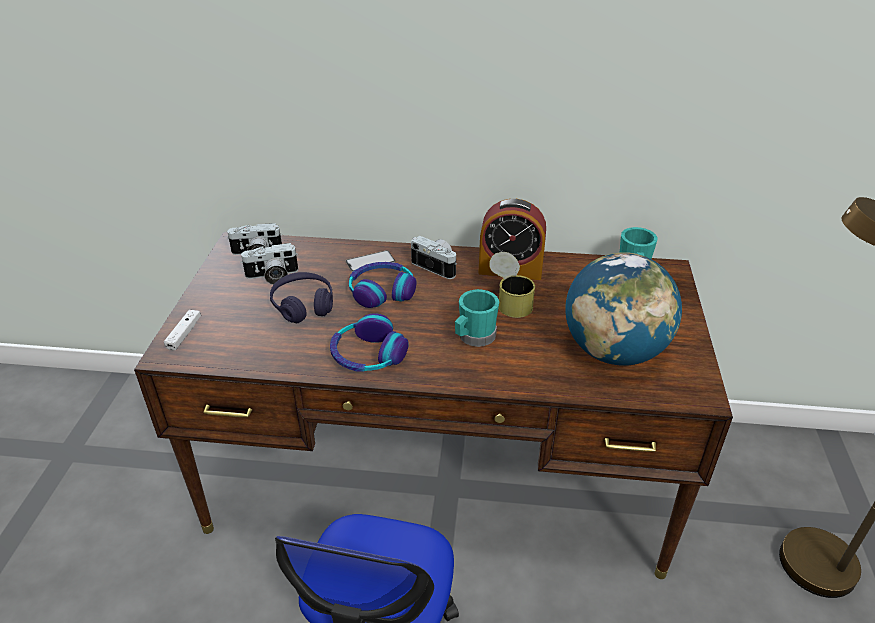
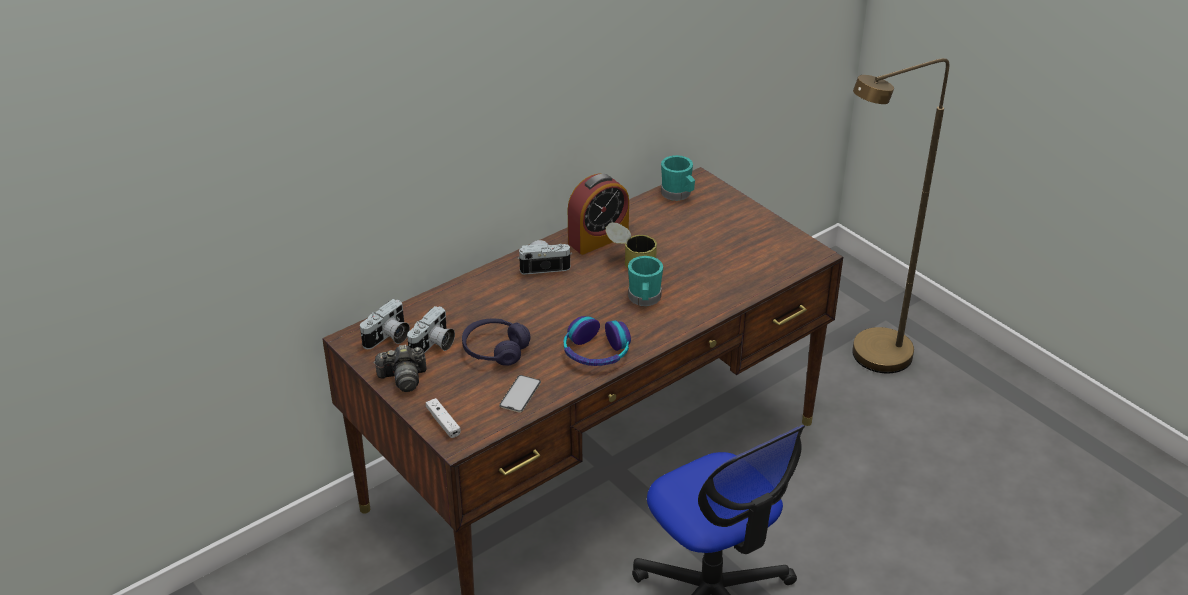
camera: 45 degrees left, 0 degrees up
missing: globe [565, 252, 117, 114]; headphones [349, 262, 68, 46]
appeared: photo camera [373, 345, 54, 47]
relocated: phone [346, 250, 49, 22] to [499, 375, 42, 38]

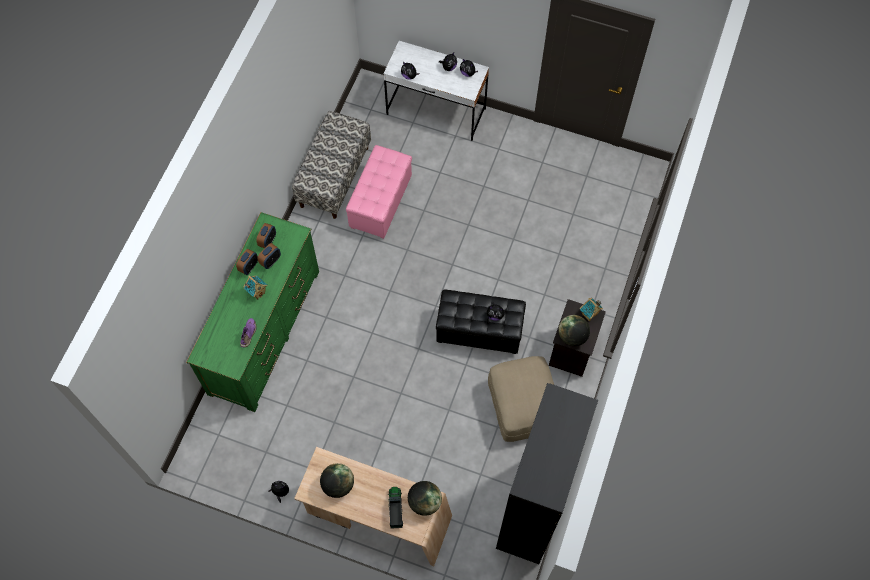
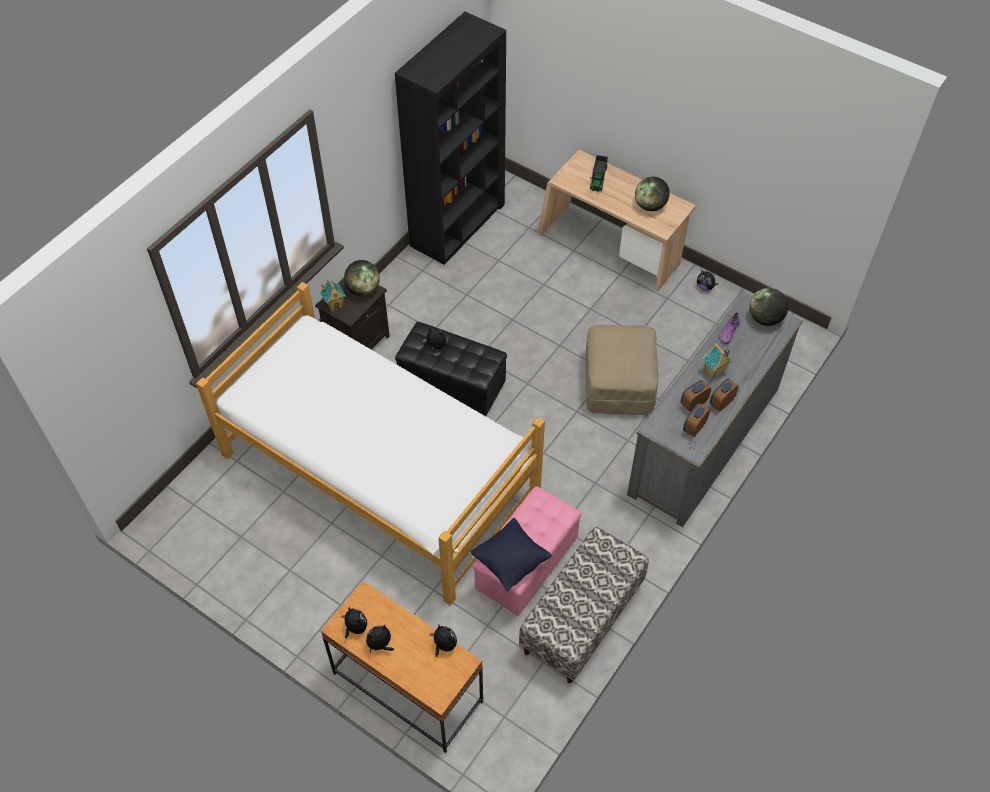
camera: 165 degrees left, 10 degrees down
appeared: bed [196, 282, 349, 324]; black pillow [470, 518, 82, 73]
relocated: beige ottoman [488, 356, 66, 86] to [585, 325, 73, 90]; globe [408, 481, 34, 35] to [750, 288, 38, 38]
colour: white desk [383, 41, 106, 100] to brown desk [321, 581, 162, 172]; green dresser [186, 212, 133, 200] to grey dresser [627, 291, 176, 236]

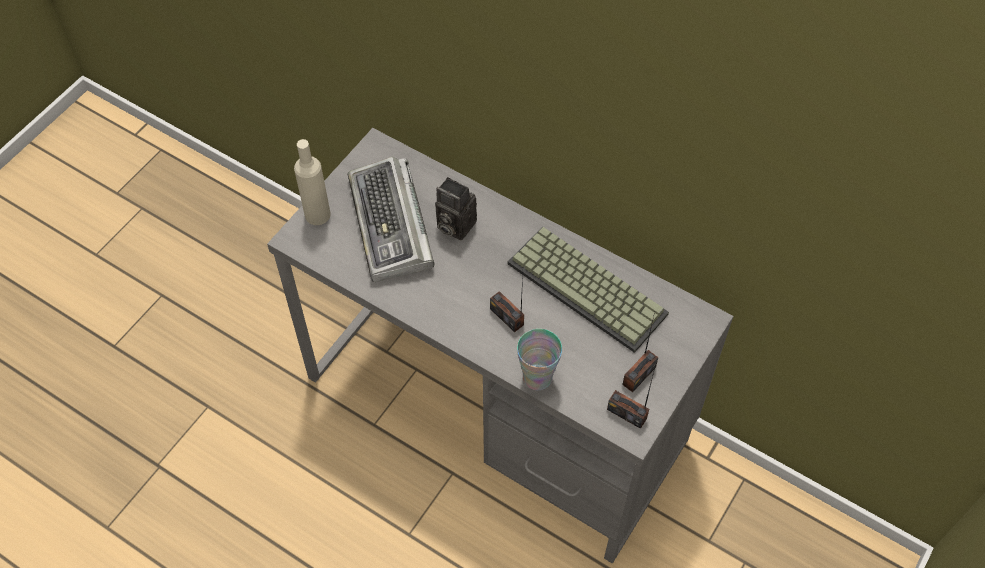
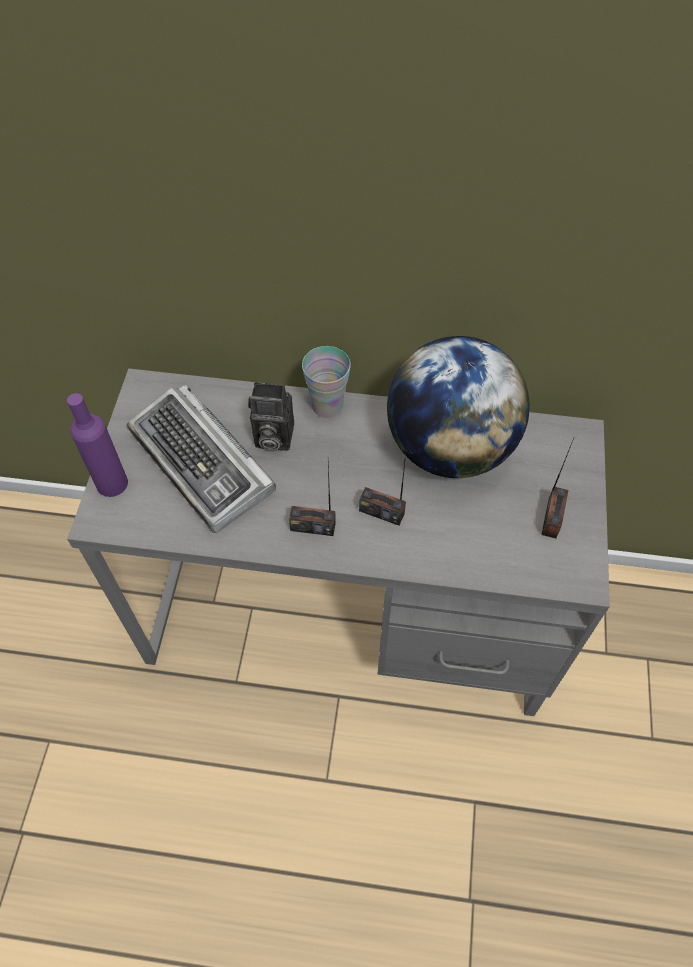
camera: 25 degrees left, 0 degrees up
relocated: cup [517, 329, 45, 61] to [302, 346, 49, 72]; radio [607, 368, 48, 61] to [289, 463, 47, 73]
exchanged: keyboard [507, 227, 162, 126] to globe [387, 336, 143, 142]
colour: beige bottle [294, 139, 37, 86] to purple bottle [67, 393, 61, 104]

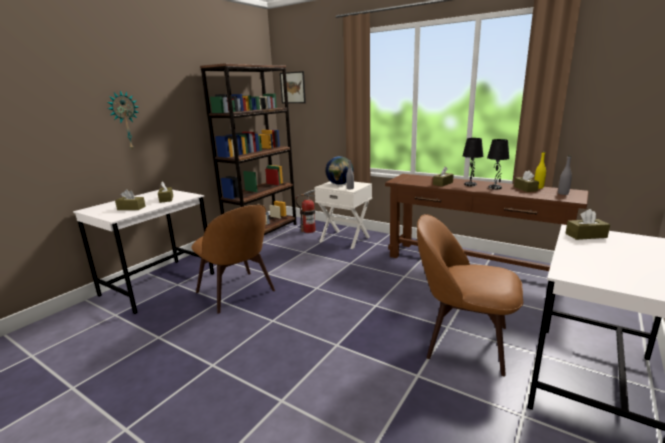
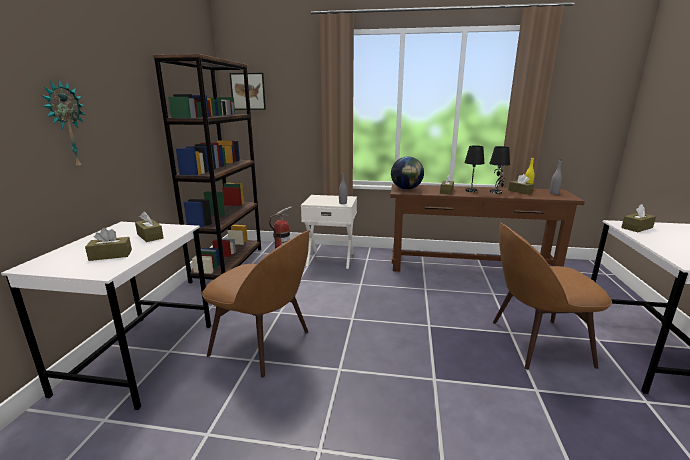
camera: 25 degrees left, 0 degrees up
relocated: globe [325, 156, 29, 29] to [391, 156, 33, 34]

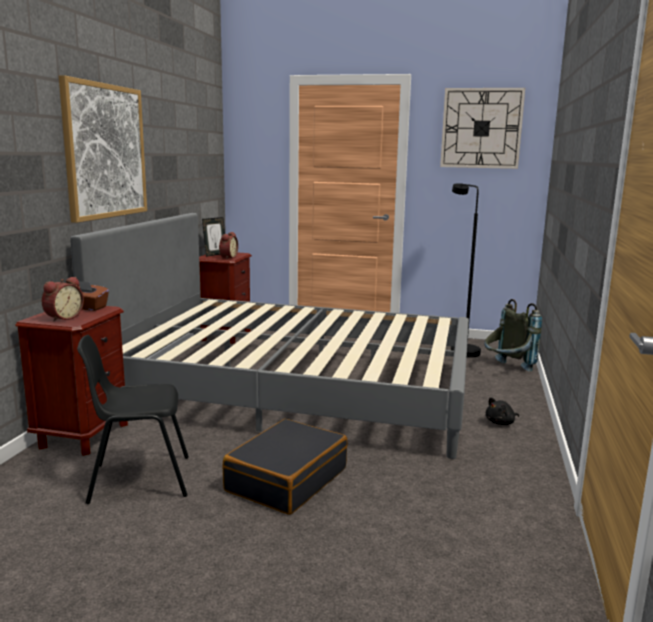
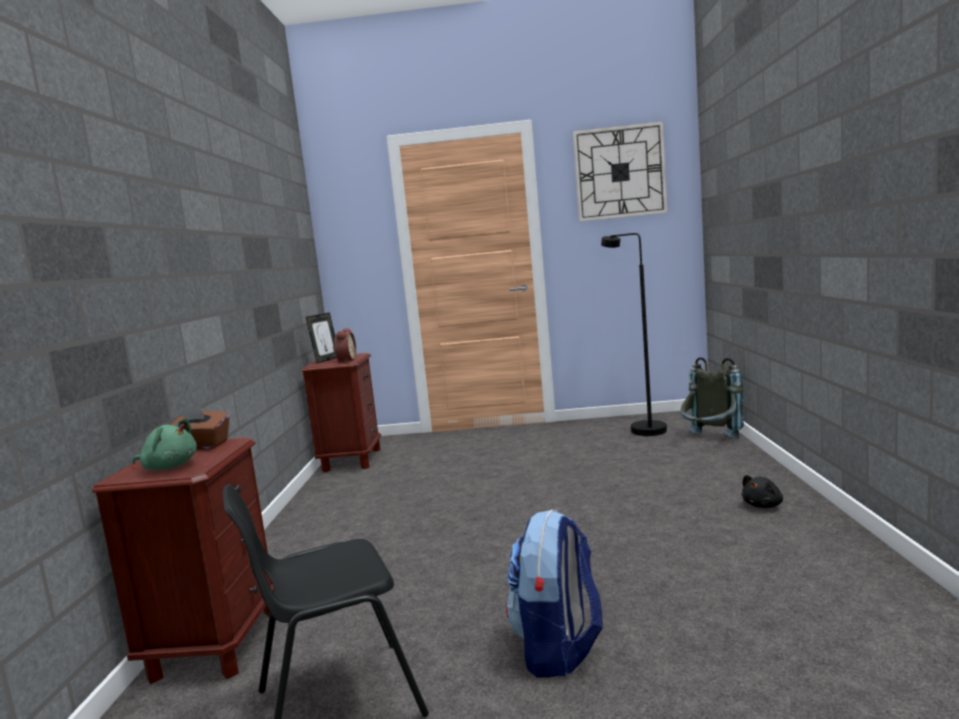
camera: 10 degrees left, 5 degrees down
missing: picture [59, 75, 88, 148]; grey bed [70, 213, 399, 246]
exchanged: alarm clock [42, 277, 42, 45] to green plush toy [133, 418, 64, 52]; black suitcase [223, 419, 124, 96] to backpack [506, 509, 97, 168]

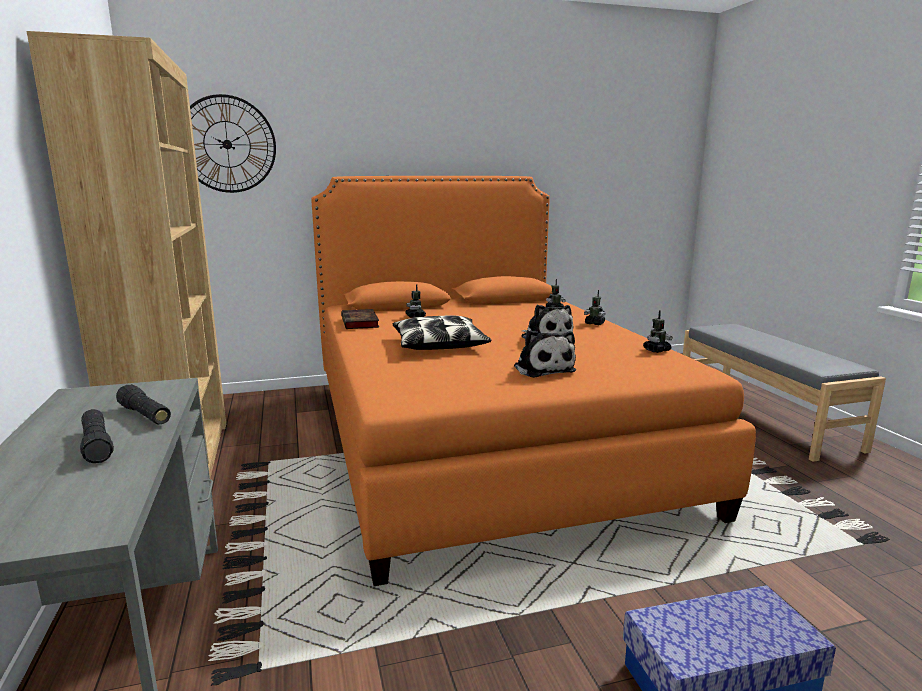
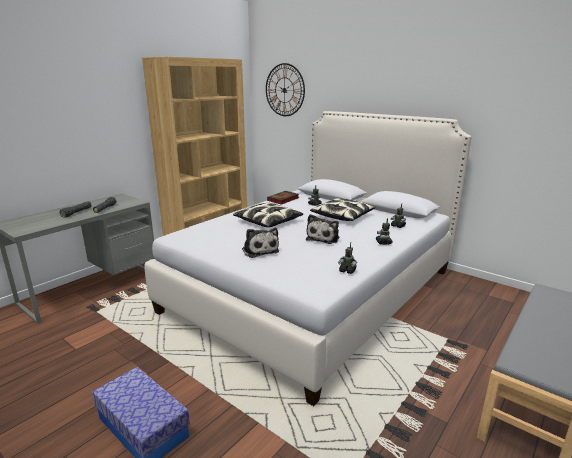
camera: 55 degrees right, 5 degrees up
appeared: pillow [310, 198, 66, 23]
colour: orange bed [311, 176, 445, 410] to white bed [144, 111, 327, 295]
spun: plush toy [514, 330, 62, 48] = [242, 228, 37, 30] 60 degrees counterclockwise

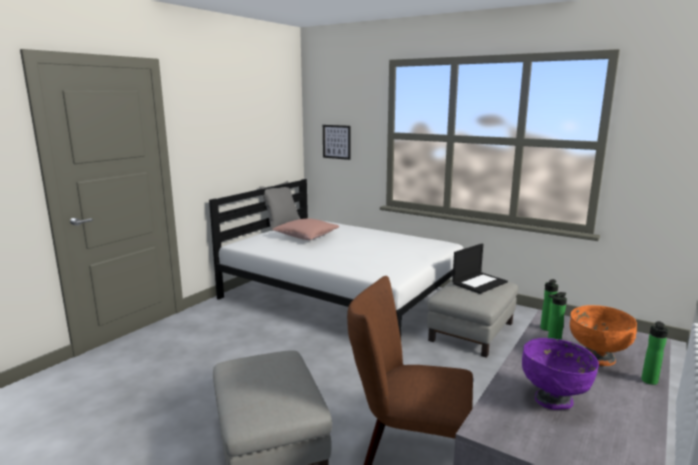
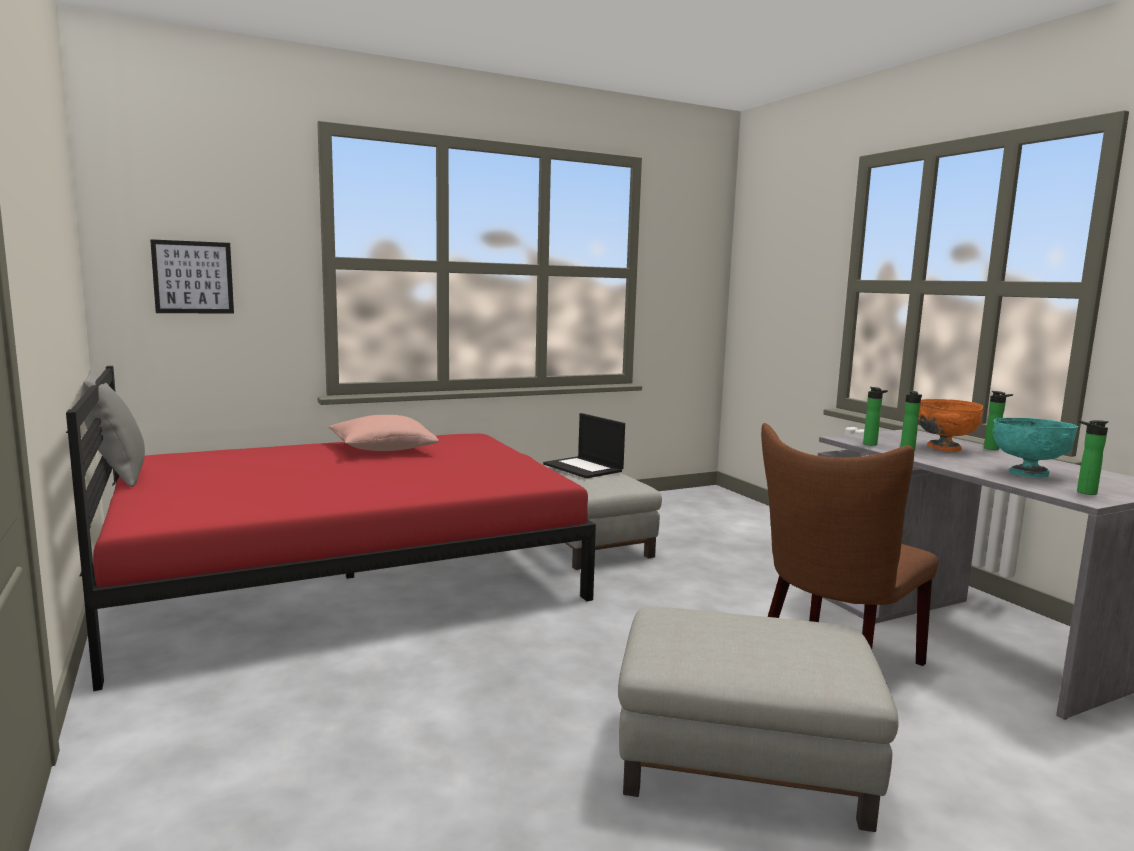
camera: 60 degrees left, 5 degrees down
appeared: bottle [1077, 420, 32, 75]
relocated: pink pillow [272, 218, 67, 22] to [329, 415, 110, 36]
colour: white bed [209, 179, 255, 159] to red bed [66, 366, 530, 325]; purple bowl [522, 338, 77, 72] to turquoise bowl [992, 417, 86, 61]
spun: laptop [452, 243, 56, 51] = [543, 413, 82, 66] 150 degrees clockwise

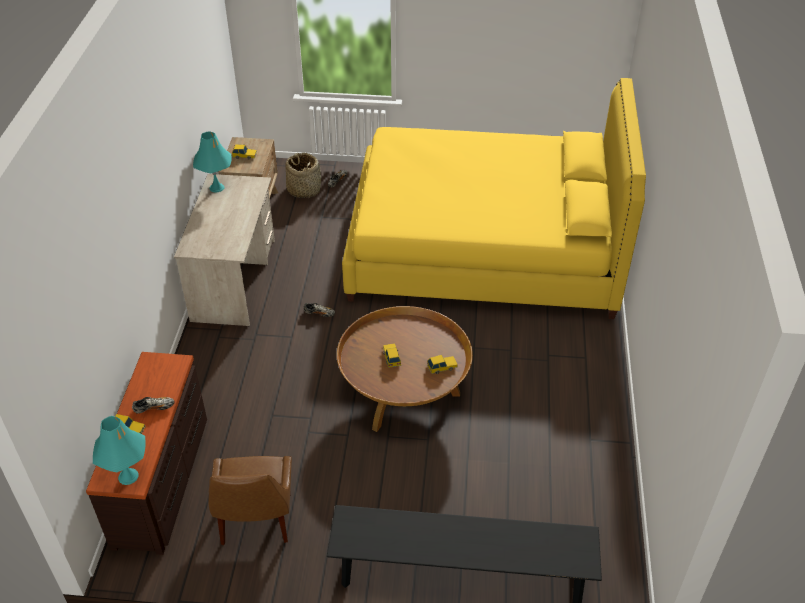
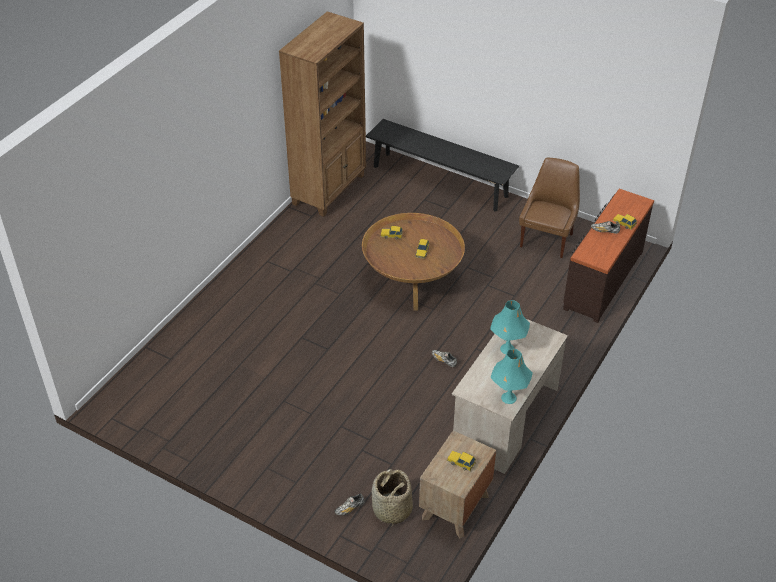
camera: 155 degrees left, 0 degrees up
missing: yellow bed [342, 78, 304, 241]
appeared: brown bookcase [279, 11, 87, 206]
relocated: turquoise table lamp [93, 416, 53, 69] to [490, 300, 40, 54]

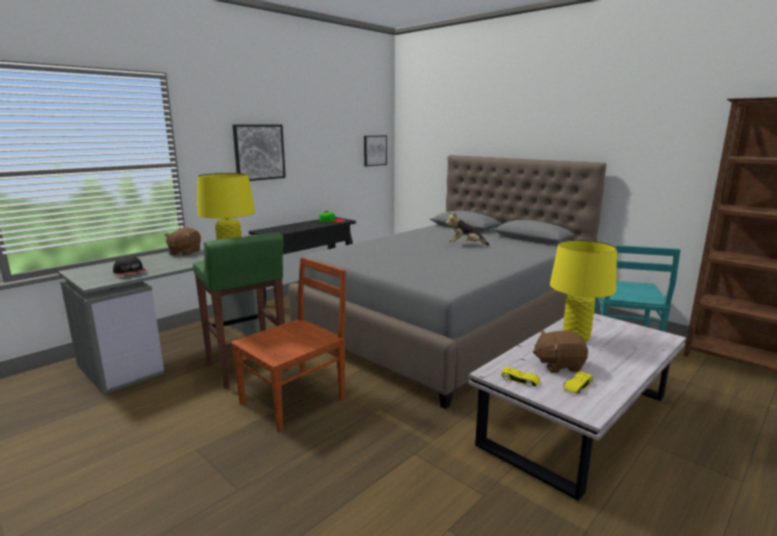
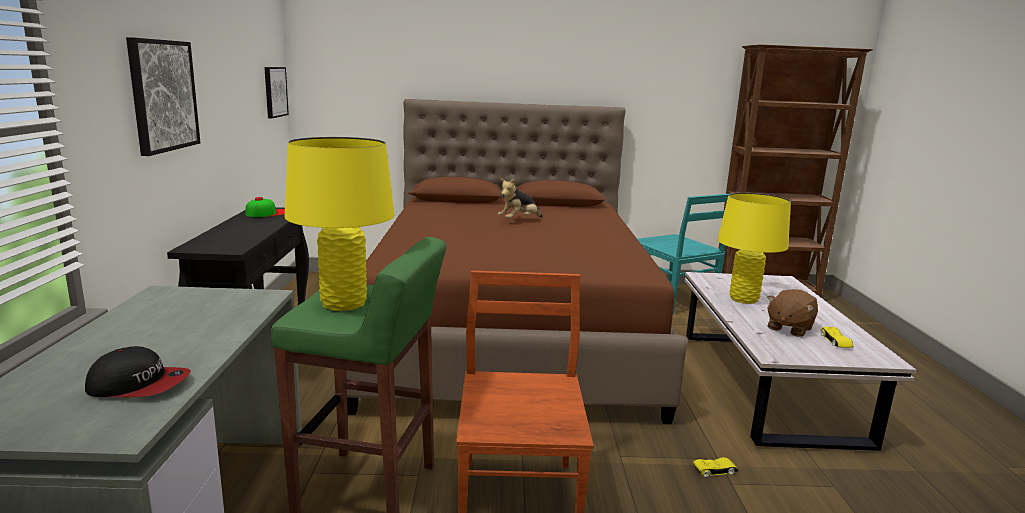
camera: 45 degrees left, 0 degrees up
missing: brown plush toy [164, 227, 37, 29]
relocated: yellow toy car [501, 367, 39, 20] to [693, 457, 45, 21]
colour: grey bed [289, 155, 317, 254] to brown bed [346, 99, 342, 325]

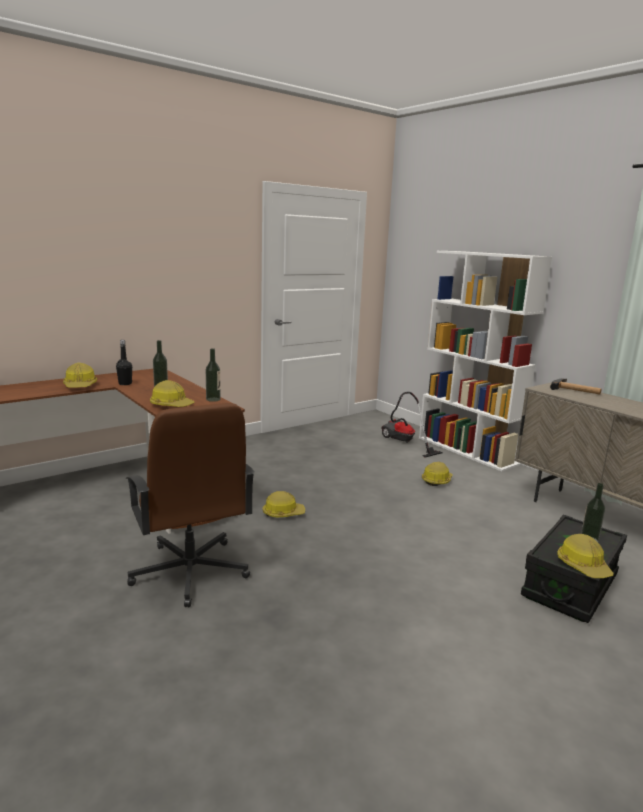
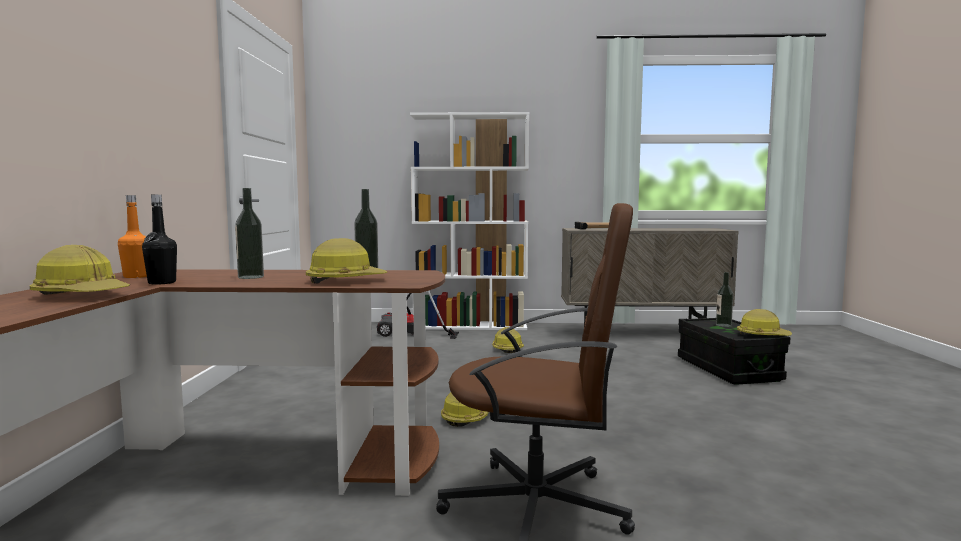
camera: 50 degrees left, 10 degrees down
appeared: orange bottle [118, 195, 29, 83]

